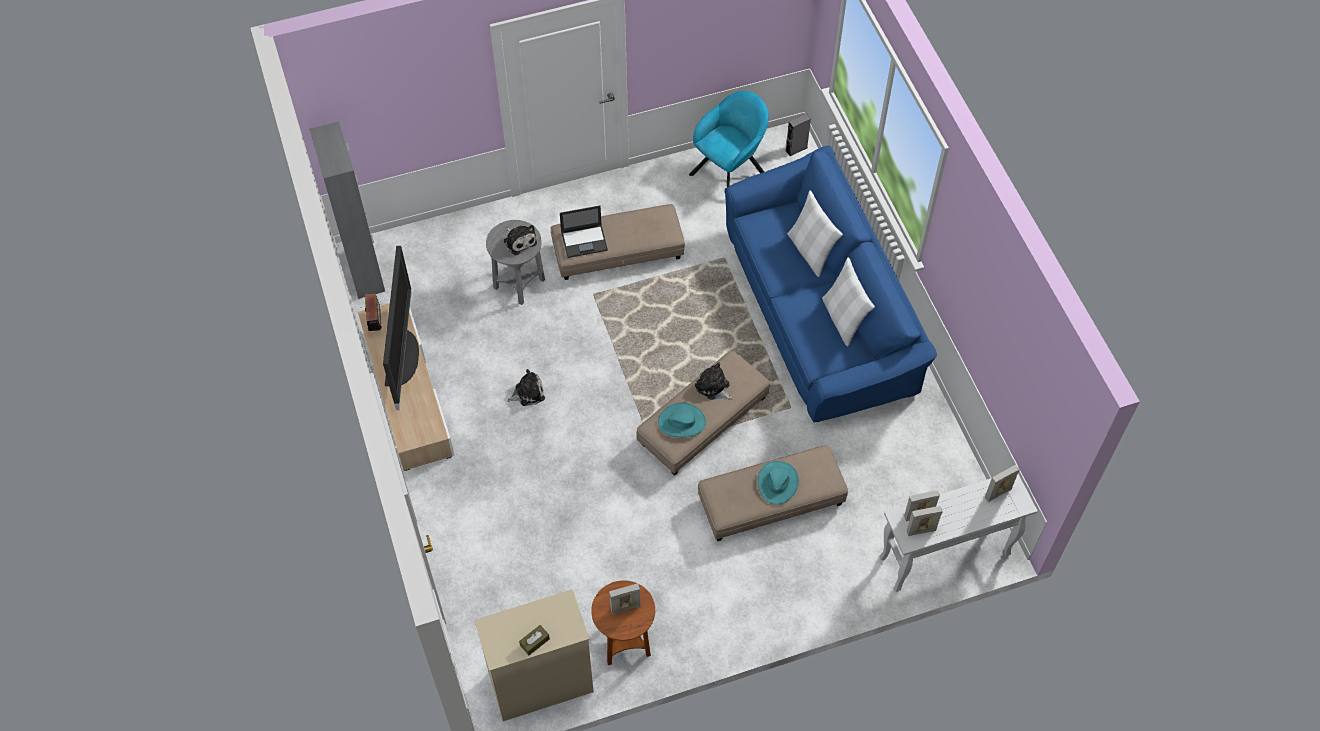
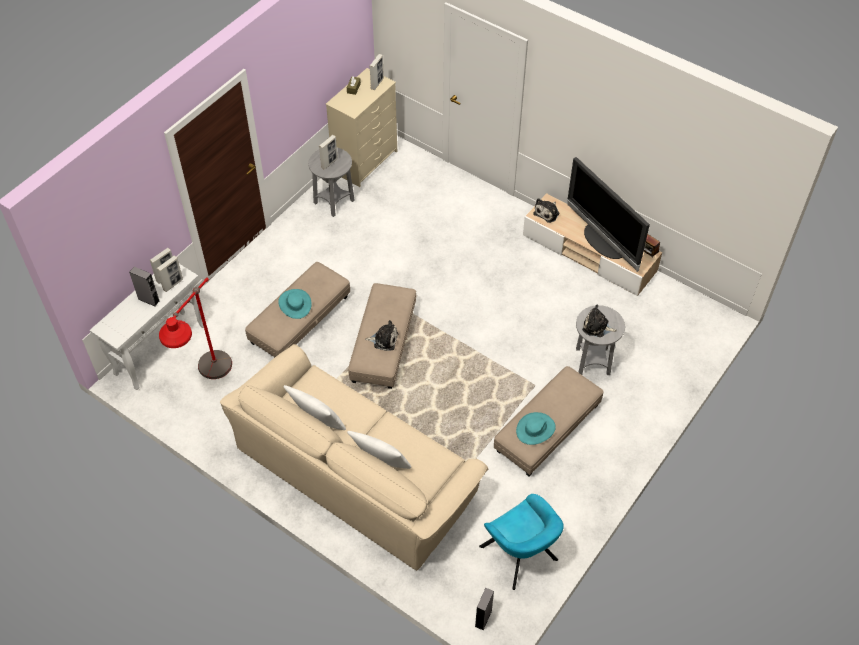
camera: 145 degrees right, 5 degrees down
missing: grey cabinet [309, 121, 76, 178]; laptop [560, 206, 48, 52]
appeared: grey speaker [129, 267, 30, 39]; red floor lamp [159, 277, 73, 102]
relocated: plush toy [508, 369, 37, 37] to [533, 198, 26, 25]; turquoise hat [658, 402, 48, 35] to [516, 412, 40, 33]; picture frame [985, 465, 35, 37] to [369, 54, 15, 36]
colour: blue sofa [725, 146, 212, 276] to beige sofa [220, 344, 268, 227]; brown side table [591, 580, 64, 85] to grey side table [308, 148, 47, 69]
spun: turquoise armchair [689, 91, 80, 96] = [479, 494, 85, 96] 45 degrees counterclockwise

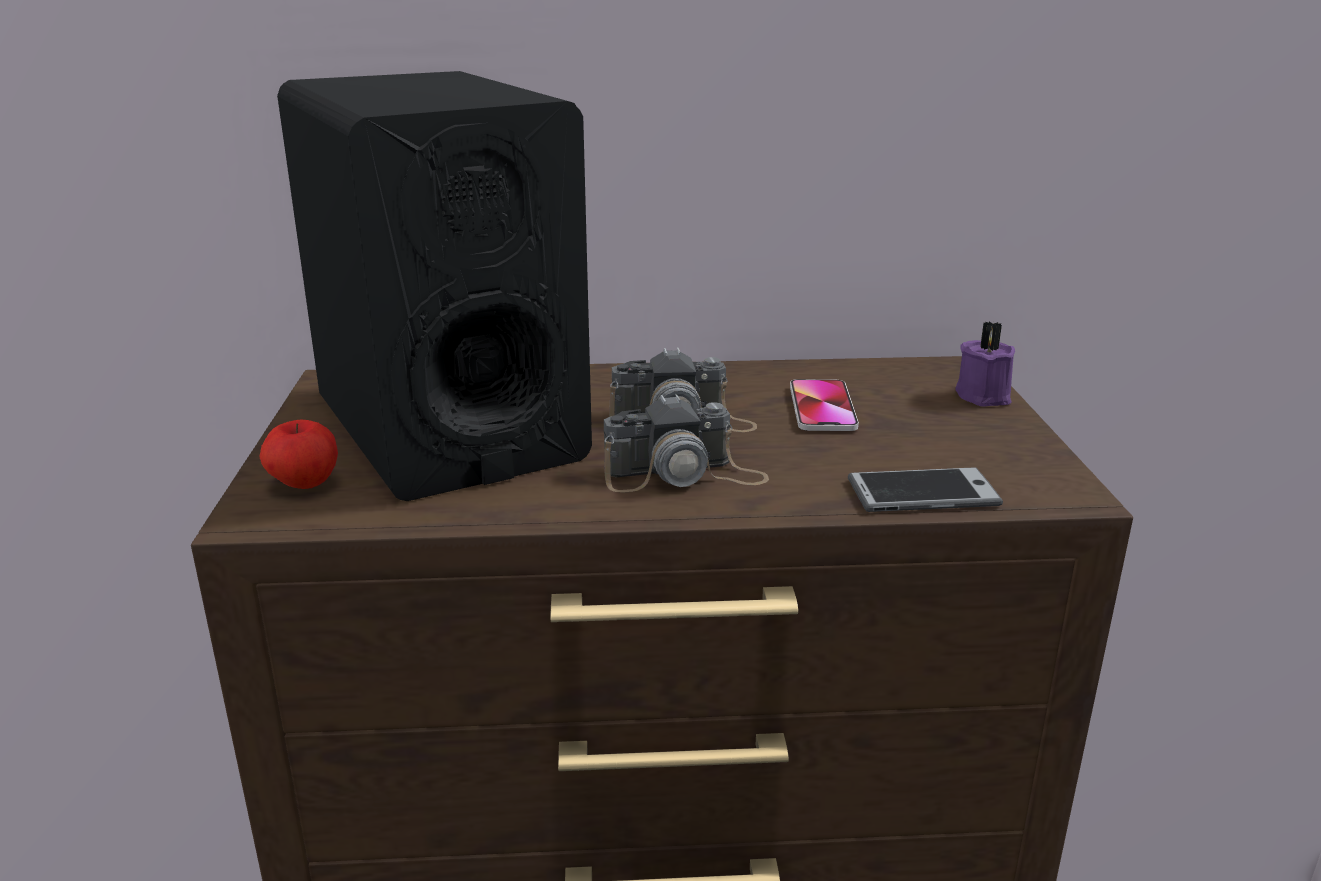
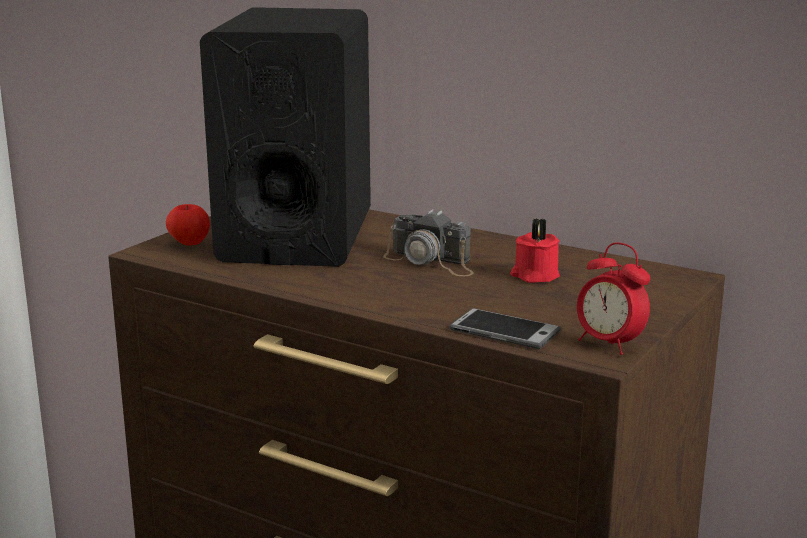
camera: 35 degrees right, 5 degrees down
missing: purple candle [956, 321, 59, 86]; photo camera [604, 394, 165, 99]
appeared: alarm clock [577, 242, 73, 113]
exchanged: phone [790, 379, 69, 52] to red candle [510, 218, 50, 65]

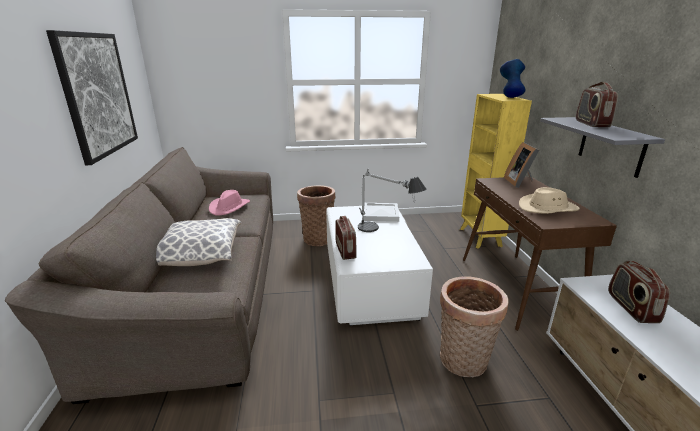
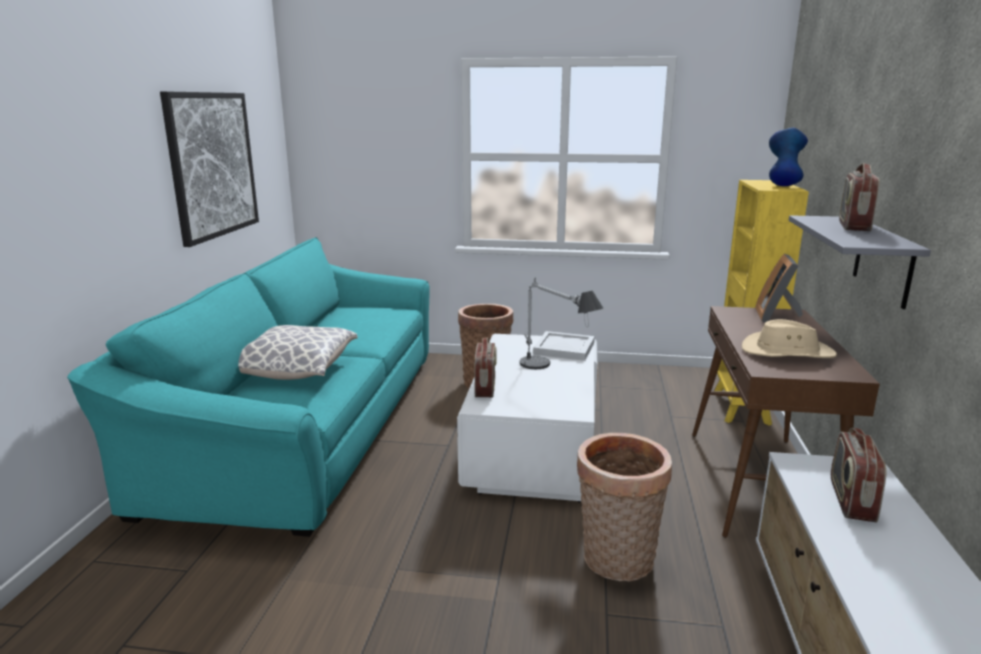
camera: 15 degrees right, 5 degrees down
missing: pink hat [209, 190, 41, 25]
colour: brown sofa [5, 147, 268, 257] to turquoise sofa [67, 237, 362, 300]

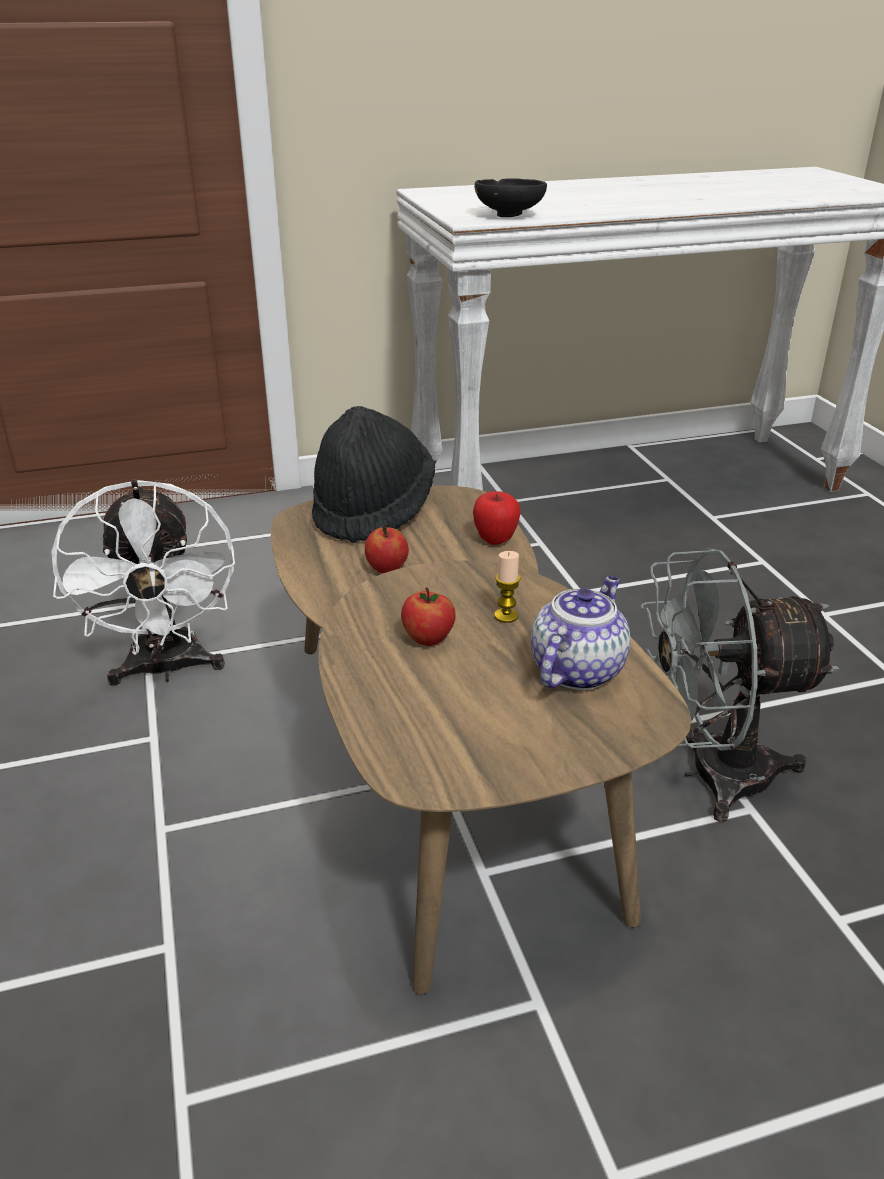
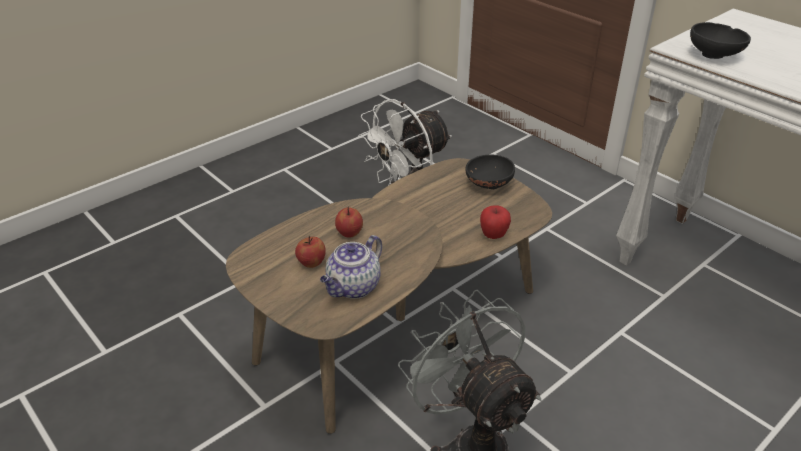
camera: 65 degrees right, 5 degrees up
missing: candle [494, 551, 27, 72]
relocated: apple [365, 523, 44, 51] to [295, 236, 31, 32]
exchanged: black hat [312, 406, 123, 137] to black bowl [465, 155, 50, 34]
spun: teapot [531, 576, 100, 114] = [320, 235, 62, 64] 120 degrees clockwise

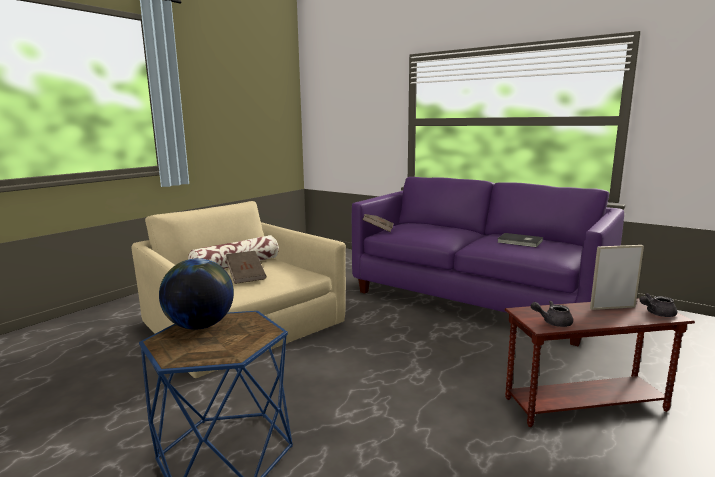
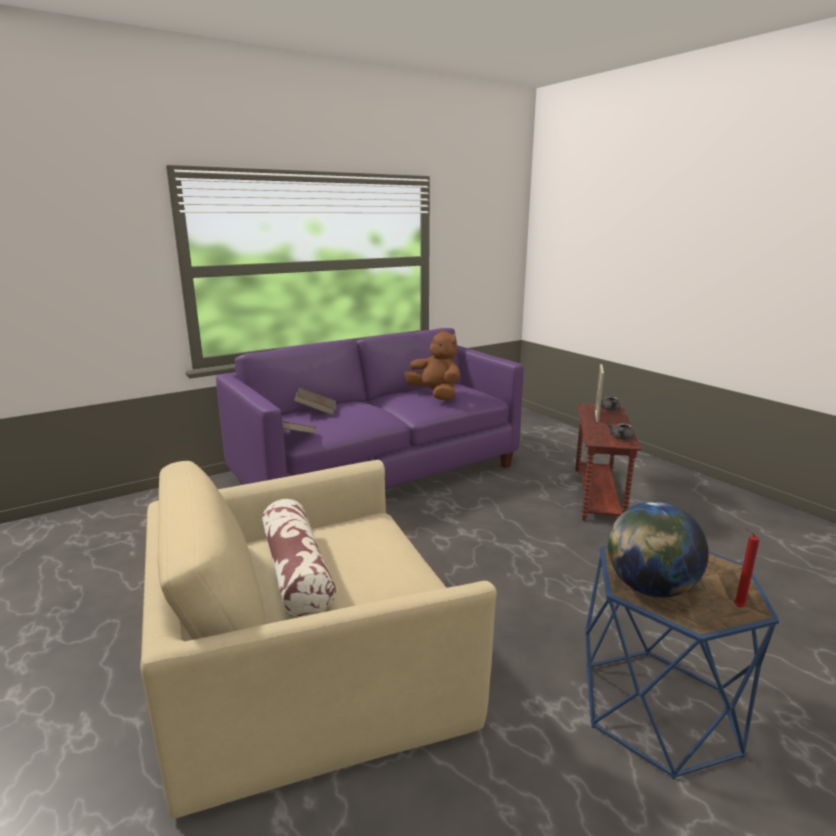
camera: 70 degrees left, 5 degrees up
appeared: red candle [734, 528, 26, 80]
relocated: brown book [226, 251, 40, 33] to [294, 387, 42, 28]
exchanged: grey book [497, 233, 46, 15] to brown plush toy [404, 329, 56, 71]

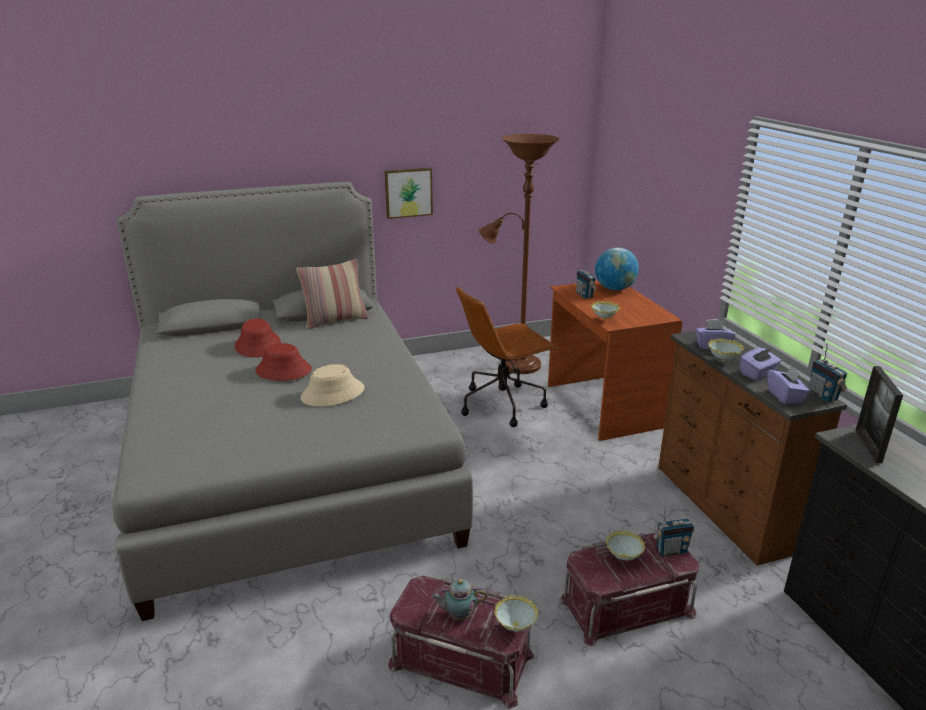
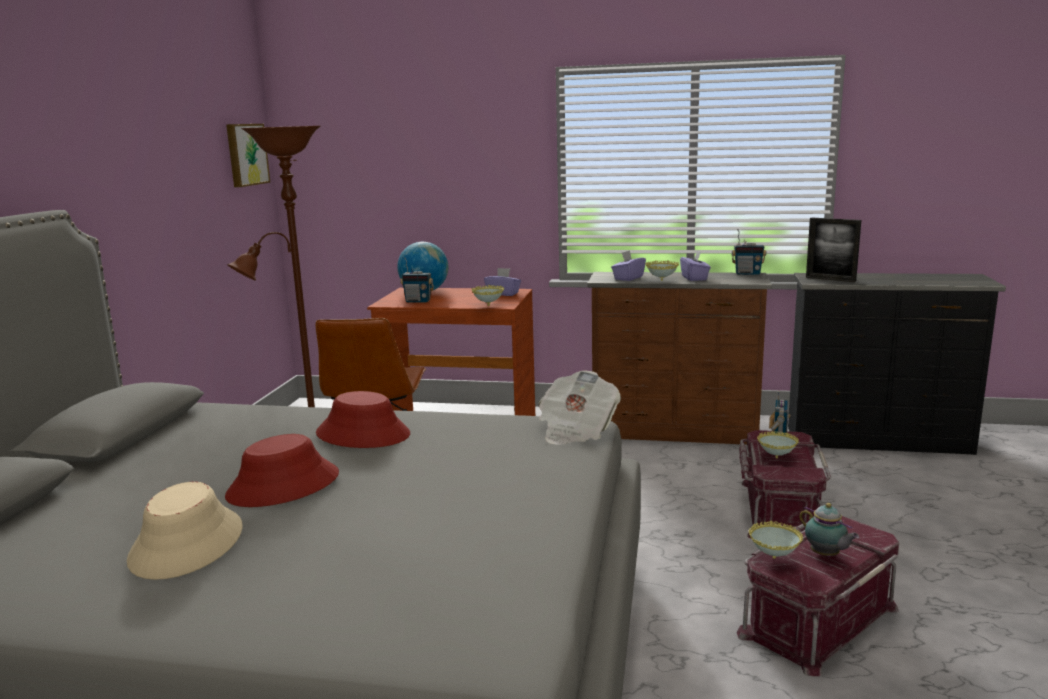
camera: 60 degrees left, 10 degrees down
missing: pillow [296, 259, 72, 70]
appeared: newspaper [538, 370, 83, 75]
relocated: picture [385, 168, 48, 51] to [226, 124, 44, 63]; red hat [235, 318, 46, 39] to [316, 391, 94, 57]; beige hat [301, 364, 63, 43] to [127, 481, 116, 99]; purple tissue box [767, 365, 43, 40] to [484, 268, 37, 28]; bowl [494, 595, 44, 37] to [749, 521, 54, 38]
spun: teapot [431, 579, 56, 42] = [799, 503, 60, 54] 60 degrees counterclockwise

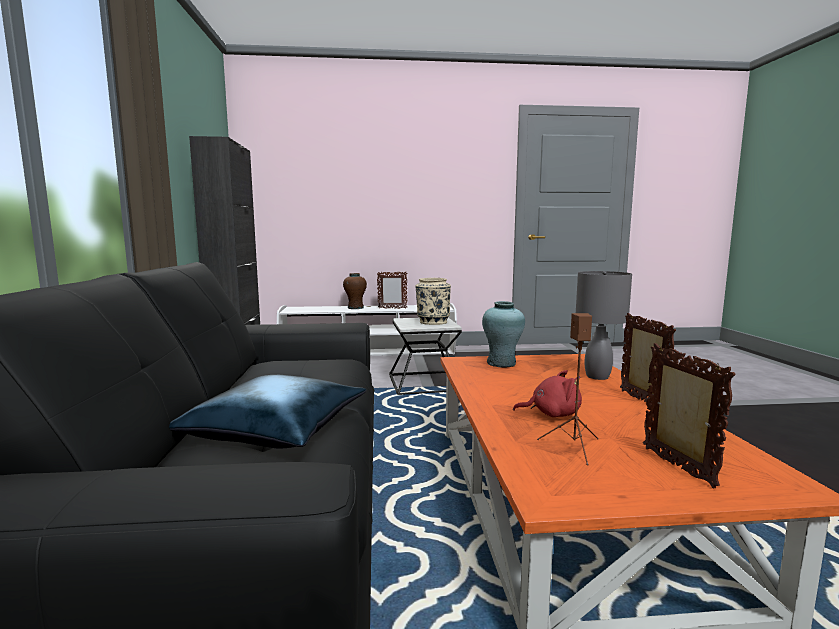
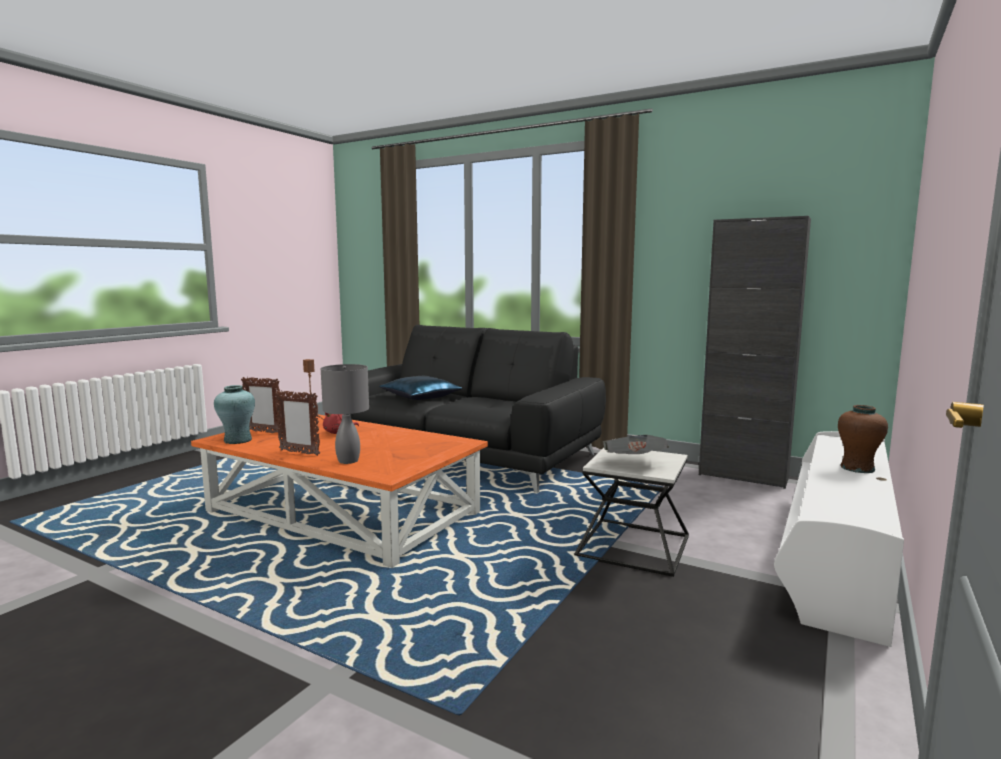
camera: 125 degrees right, 0 degrees up
missing: picture frame [377, 271, 30, 38]
relocated: turquoise vase [482, 301, 43, 67] to [214, 385, 41, 59]
exchanged: beige vase [415, 278, 36, 47] to newspaper [602, 435, 67, 19]

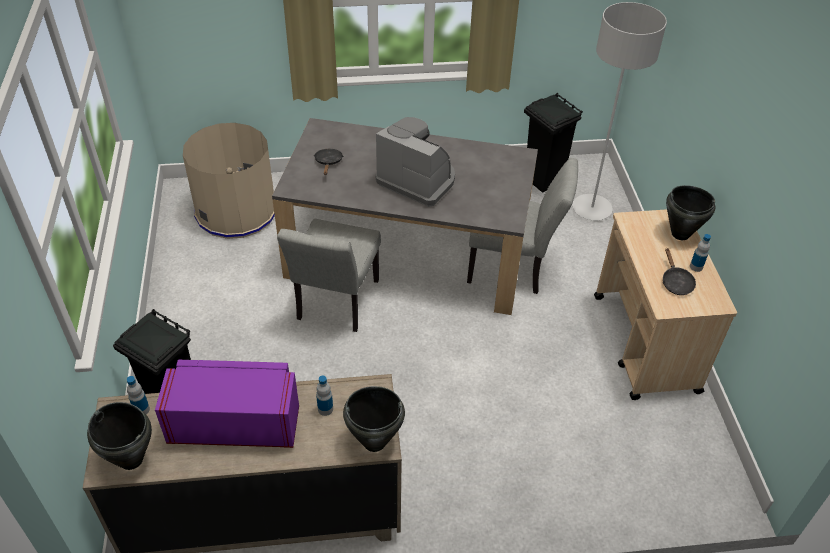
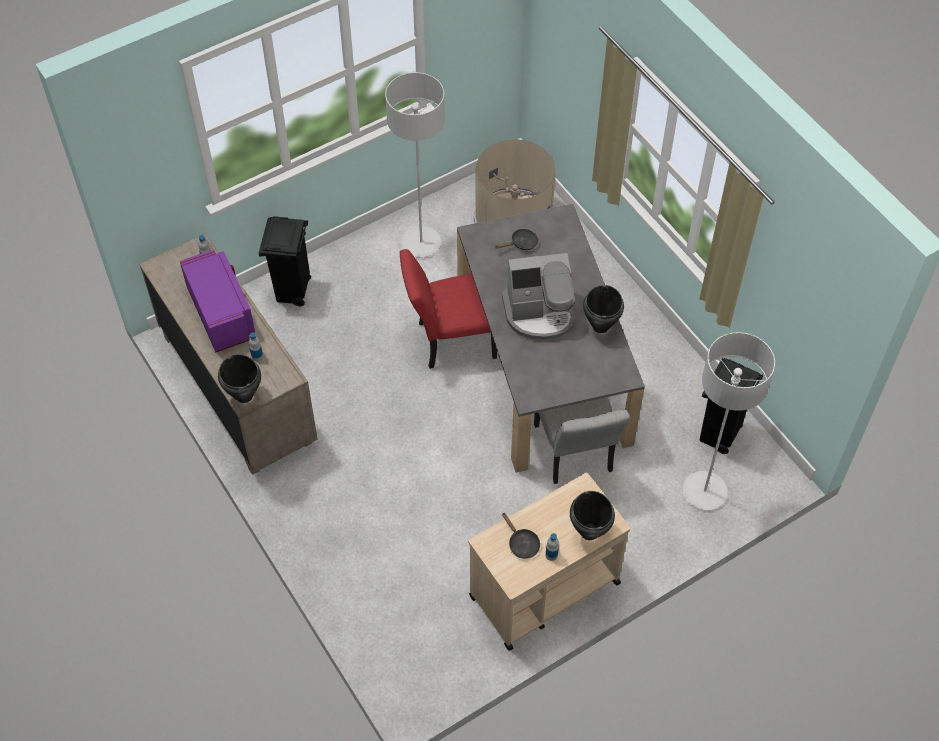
camera: 65 degrees right, 10 degrees up
appeared: grey floor lamp [385, 72, 60, 185]
relocated: black cooking pot [87, 402, 65, 68] to [583, 285, 41, 48]
colour: grey chair [277, 219, 104, 113] to red chair [400, 249, 97, 120]
spun: coffee machine [375, 117, 80, 90] = [502, 253, 73, 87] 75 degrees clockwise; black frying pan [663, 249, 33, 46] = [502, 512, 38, 47] 90 degrees counterclockwise

